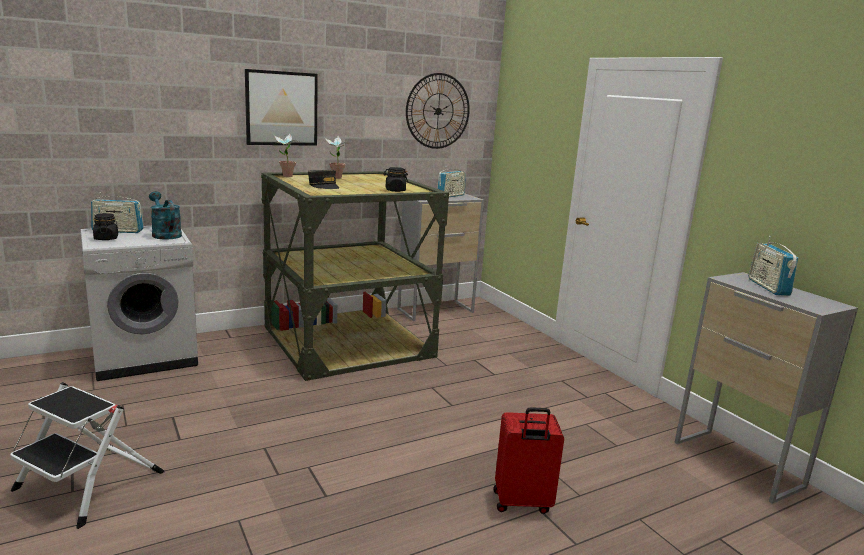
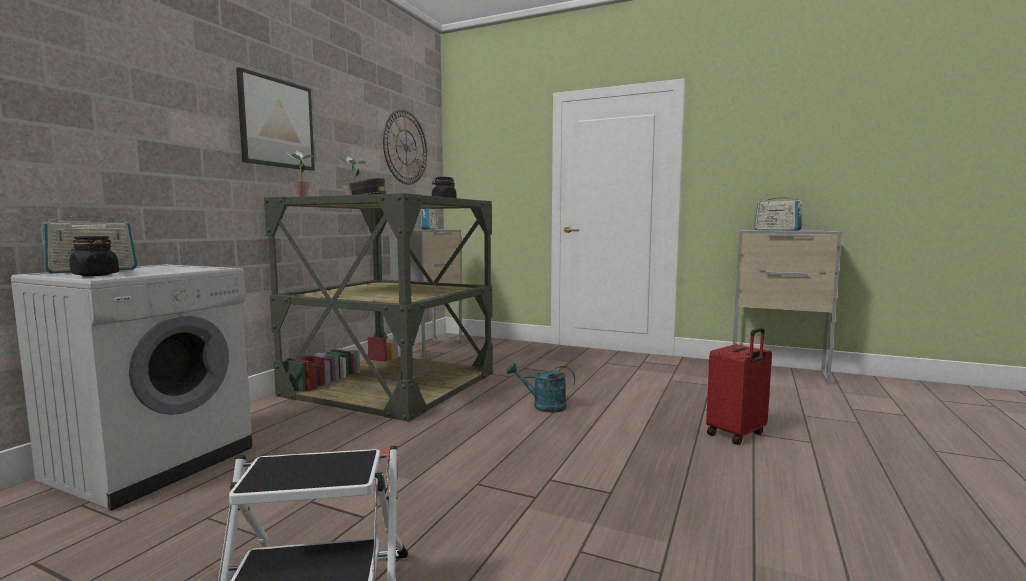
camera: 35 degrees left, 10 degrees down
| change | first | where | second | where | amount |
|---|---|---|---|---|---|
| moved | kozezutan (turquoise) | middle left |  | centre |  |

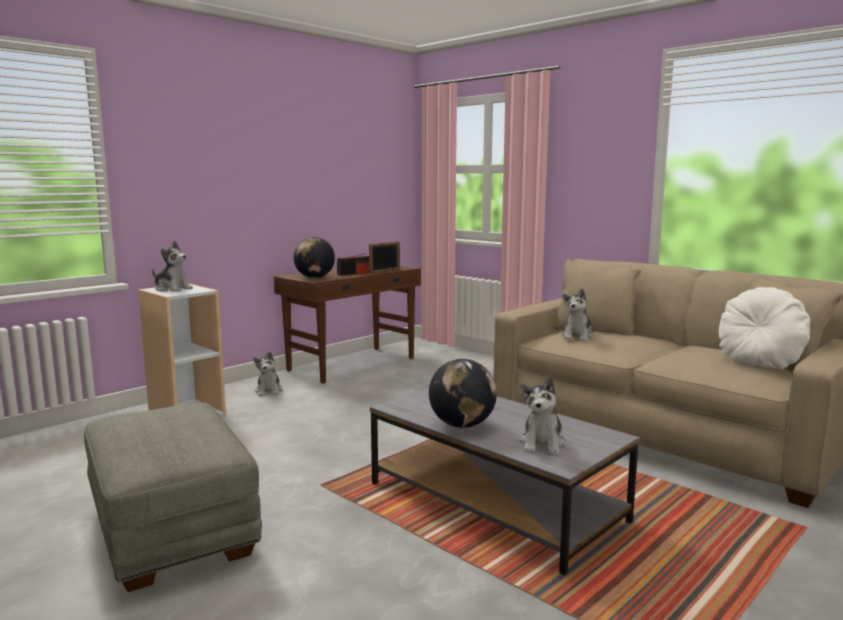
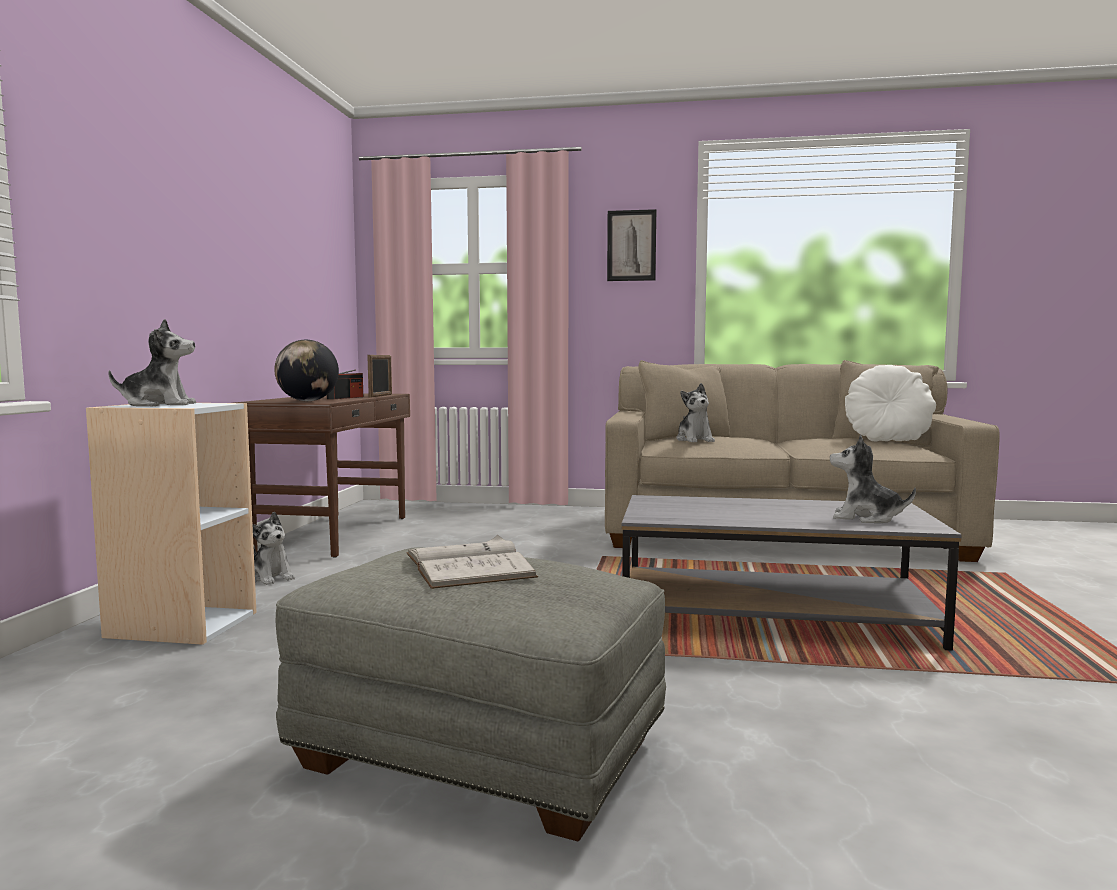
camera: 35 degrees left, 5 degrees down
| change | first | where | second | where | amount |
|---|---|---|---|---|---|
| removed | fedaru (2nd from left) | centre |  |  |  |
| added |  |  | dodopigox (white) | centre |  |
| added |  |  | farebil | top centre |  |
| turned | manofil (3rd from left in the first image) | bottom centre | manofil (4th from left) | middle right | 135 degrees clockwise |

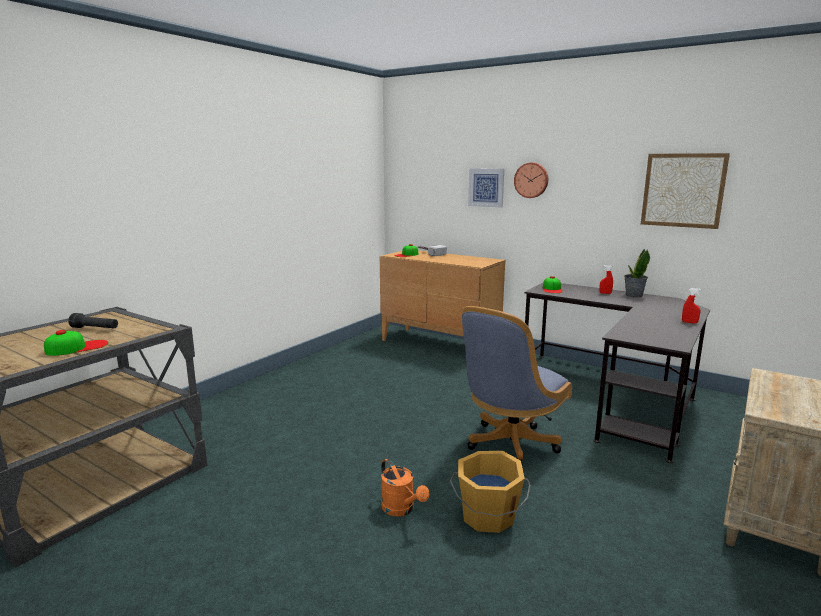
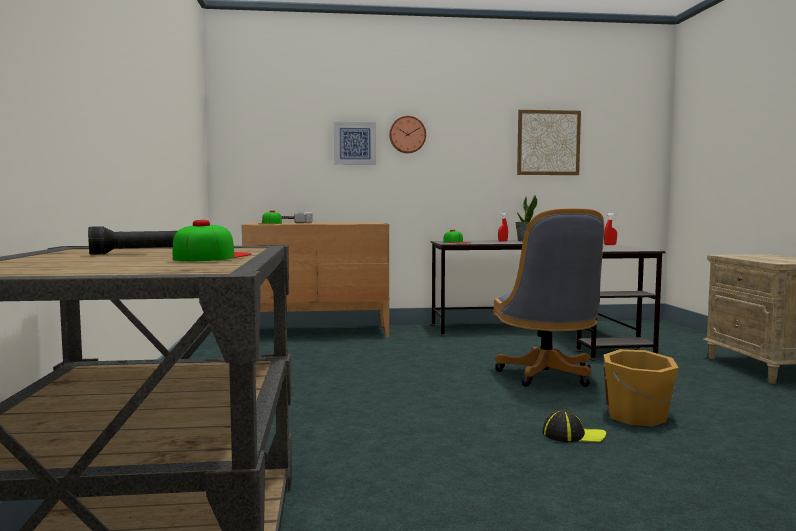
camera: 40 degrees left, 10 degrees down
| change | first | where | second | where | amount |
|---|---|---|---|---|---|
| replaced | kozezutan (orange) | bottom centre | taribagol (4th from left) | bottom right |  |

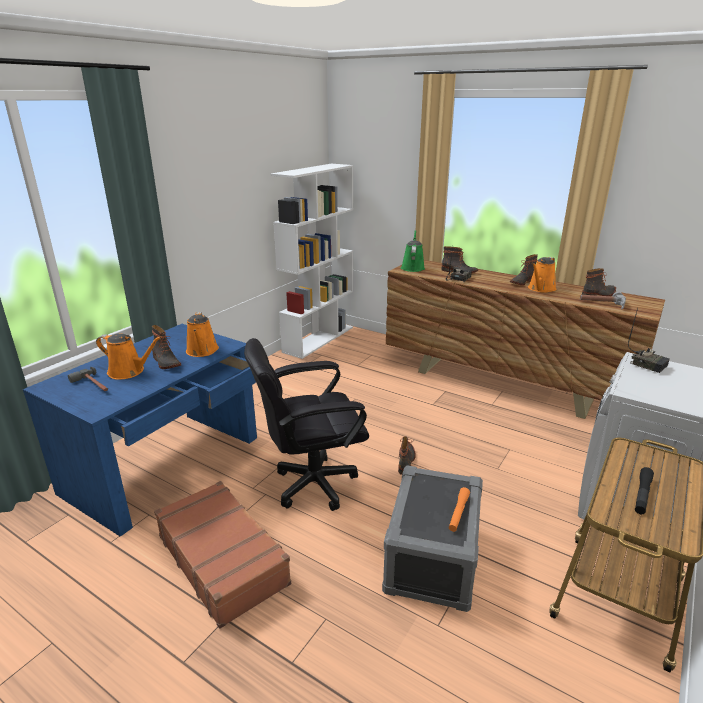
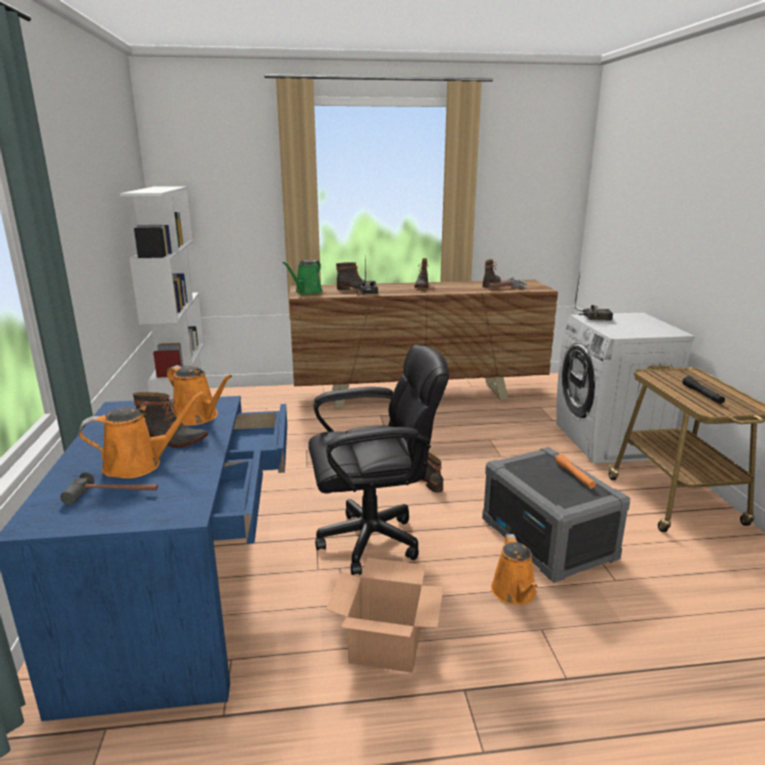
camera: 40 degrees left, 5 degrees down
| change | first | where | second | where | amount |
|---|---|---|---|---|---|
| moved | kozezutan (orange) (3rd from left) | middle right |  | bottom right |  |
| replaced | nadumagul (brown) | bottom left | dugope | bottom centre |  |
| turned | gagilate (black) | centre |  | centre | 135 degrees counterclockwise |
| turned | kozezutan (green) | centre |  | centre | 120 degrees counterclockwise |

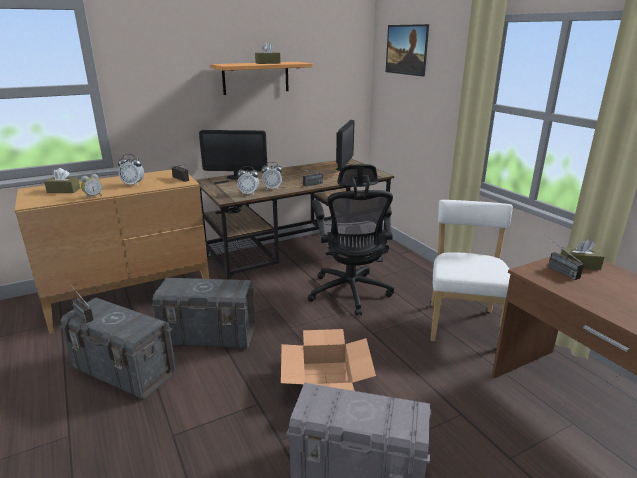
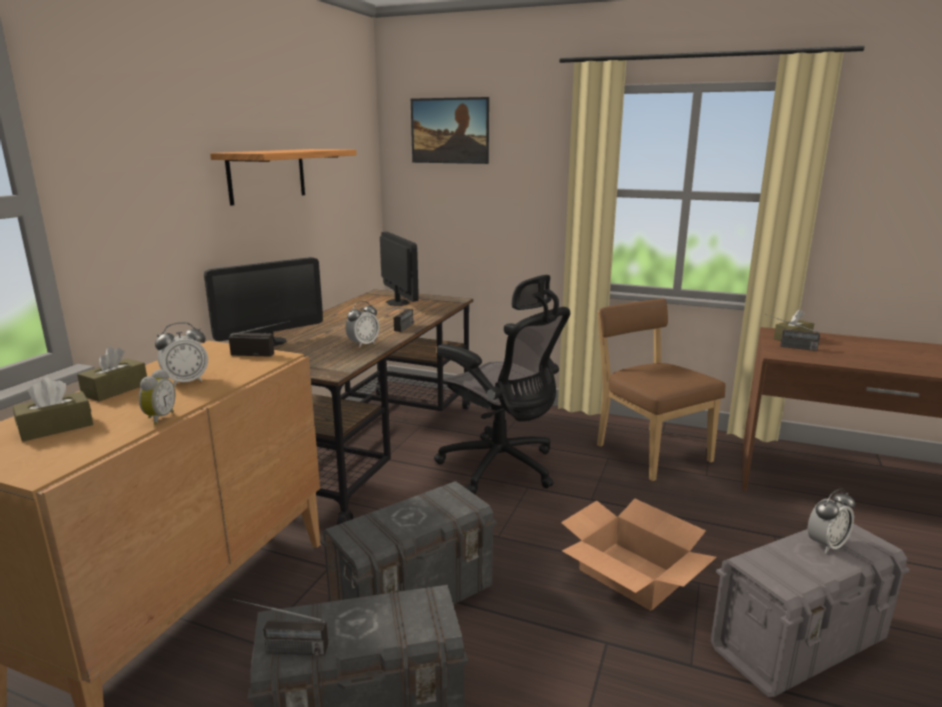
camera: 40 degrees left, 5 degrees down
| change | first | where | second | where | amount |
|---|---|---|---|---|---|
| moved | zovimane (3rd from left in the first image) | centre | zovimane (4th from left) | bottom right |  |
| moved | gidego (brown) (2nd from left) | top centre |  | middle left |  |
| recoloured | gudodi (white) | middle right | gudodi (brown) | middle right |  |

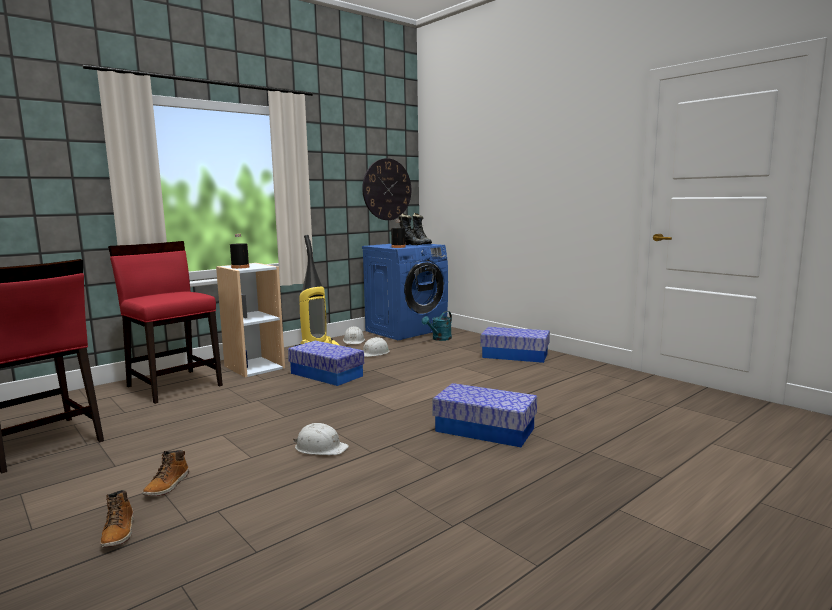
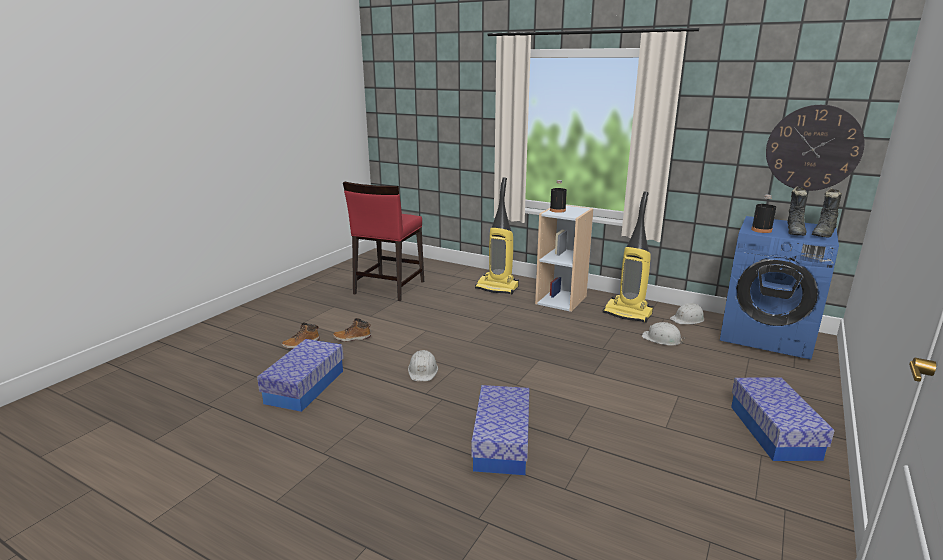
camera: 70 degrees right, 10 degrees up
| change | first | where | second | where | amount |
|---|---|---|---|---|---|
| removed | kozezutan (turquoise) | centre |  |  |  |
| moved | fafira (1st from left) | centre |  | bottom left |  |
| replaced | gudodi (red) (2nd from left) | middle left | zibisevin (1st from left) | centre |  |

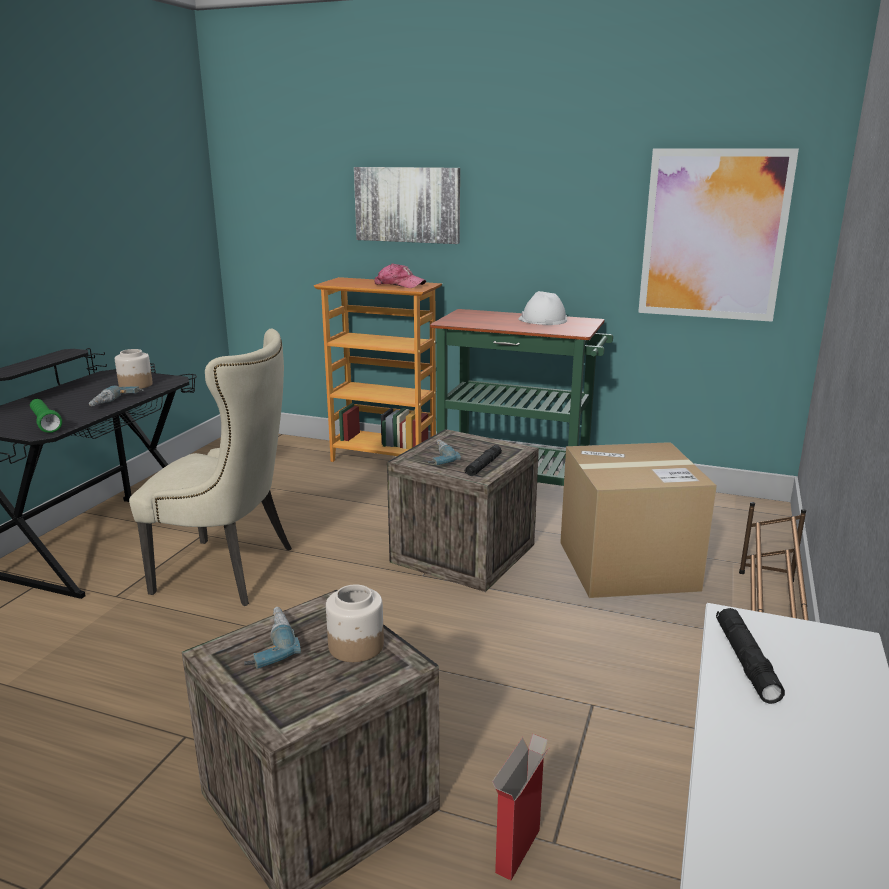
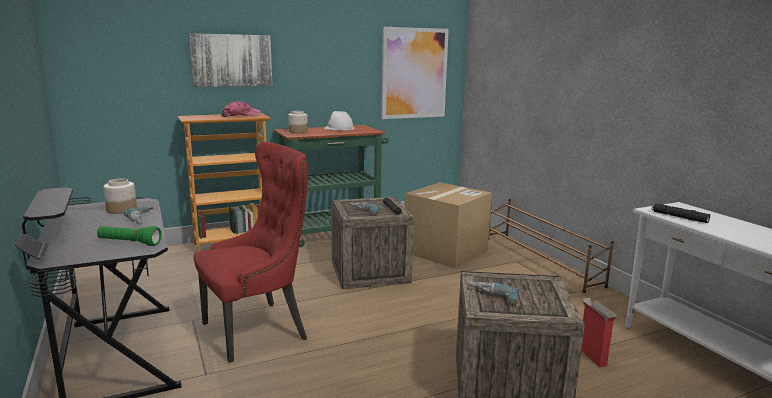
camera: 45 degrees left, 5 degrees down
| change | first | where | second | where | amount |
|---|---|---|---|---|---|
| moved | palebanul (2nd from left) | bottom centre |  | top centre |  |
| recoloured | gudodi (beige) | middle left | gudodi (red) | middle left |  |

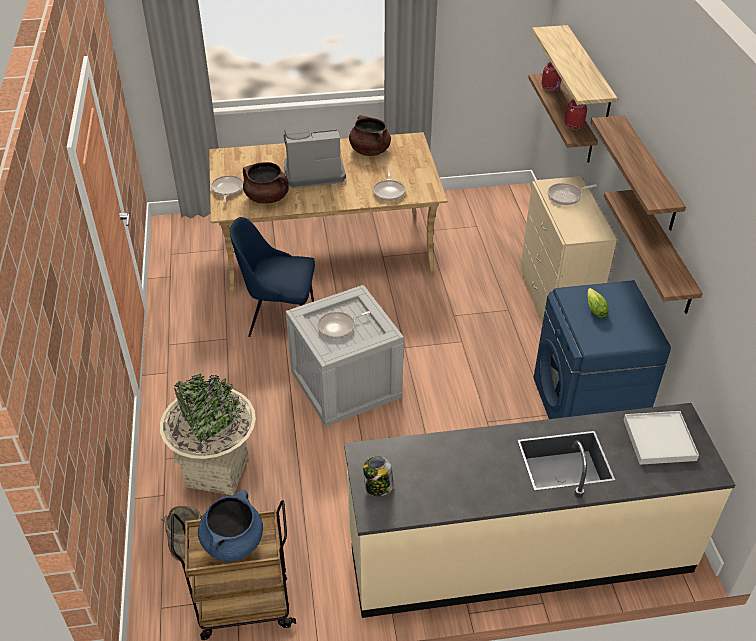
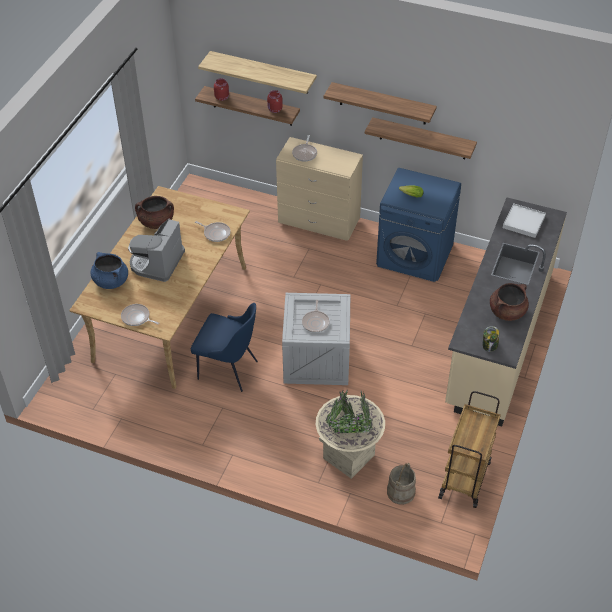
camera: 60 degrees left, 5 degrees up
| change | first | where | second | where | amount |
|---|---|---|---|---|---|
| moved | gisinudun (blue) | bottom left |  | middle left |  |
| moved | gisinudun (brown) (1st from left in the first image) | top centre | gisinudun (brown) (2nd from left) | middle right |  |
| turned | gudodi (blue) | centre |  | centre | 105 degrees counterclockwise |

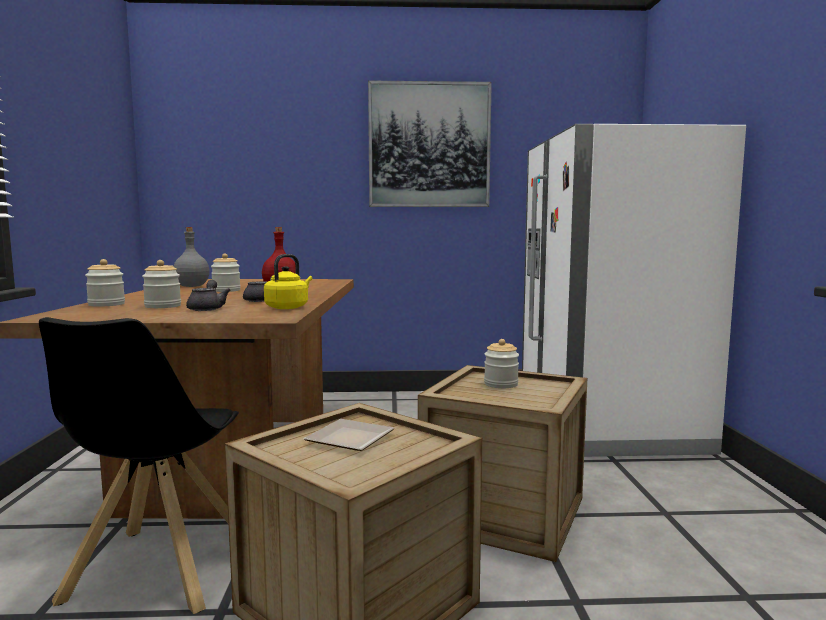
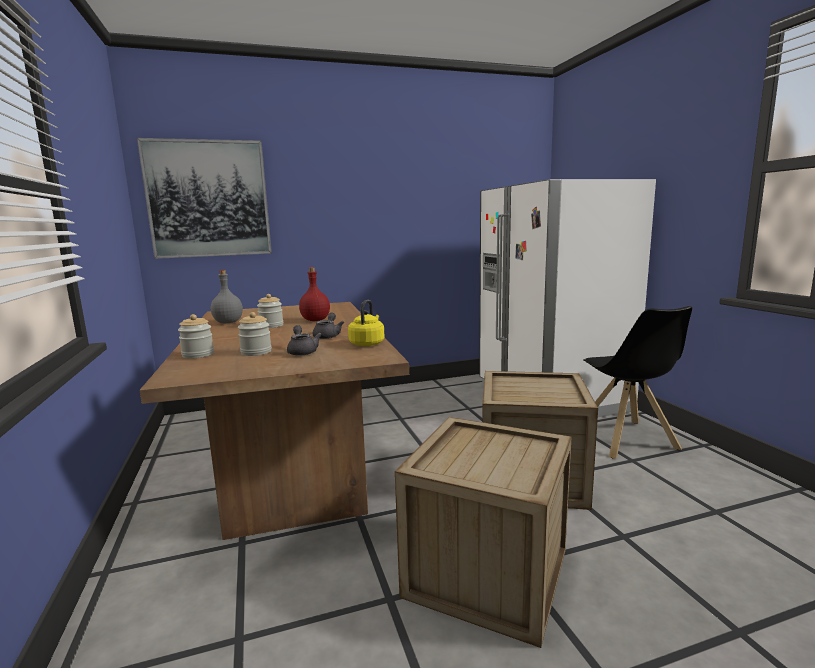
camera: 15 degrees left, 5 degrees up
| change | first | where | second | where | amount |
|---|---|---|---|---|---|
| removed | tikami | bottom centre |  |  |  |
| removed | palebanul (4th from left) | centre |  |  |  |
| moved | gudodi (black) | bottom left |  | middle right |  |
| moved | farebil | top centre |  | top left |  |

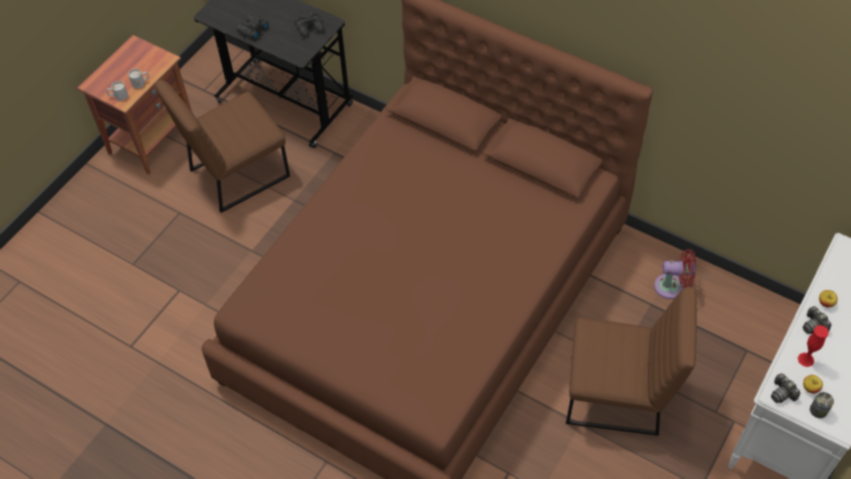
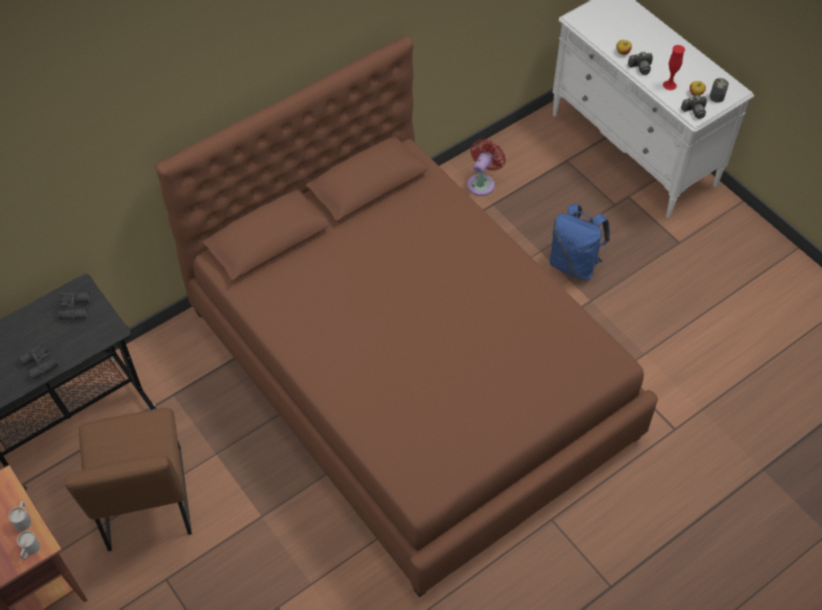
camera: 70 degrees left, 0 degrees up
| change | first | where | second | where | amount |
|---|---|---|---|---|---|
| replaced | gudodi (brown) (2nd from left) | bottom right | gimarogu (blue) | middle right |  |

